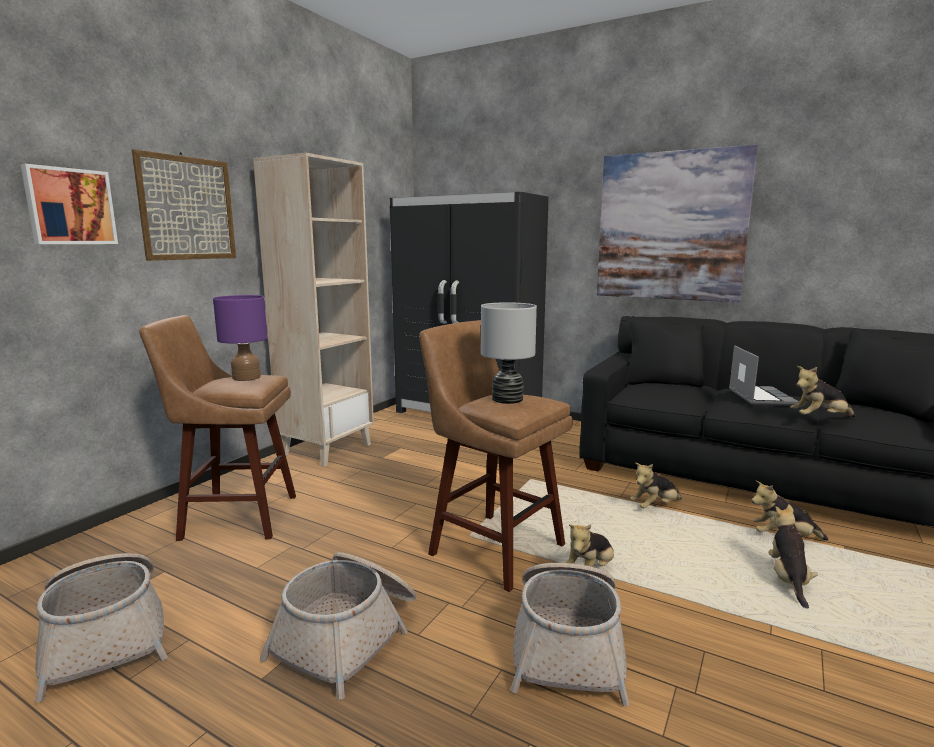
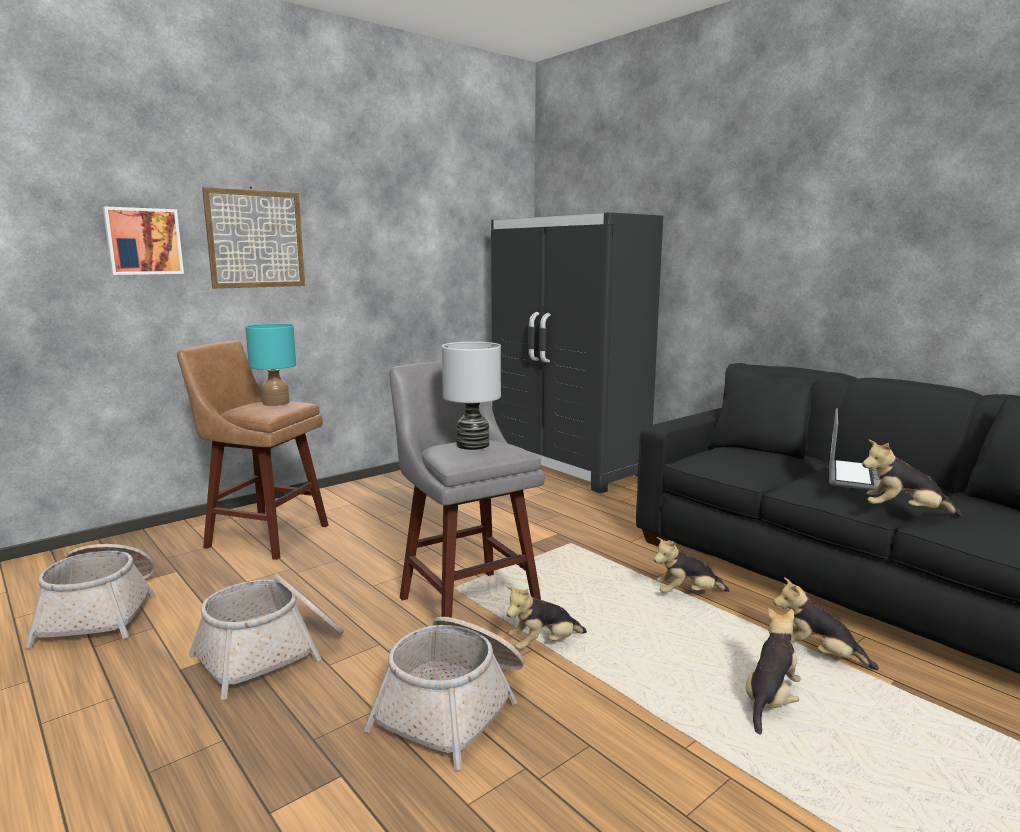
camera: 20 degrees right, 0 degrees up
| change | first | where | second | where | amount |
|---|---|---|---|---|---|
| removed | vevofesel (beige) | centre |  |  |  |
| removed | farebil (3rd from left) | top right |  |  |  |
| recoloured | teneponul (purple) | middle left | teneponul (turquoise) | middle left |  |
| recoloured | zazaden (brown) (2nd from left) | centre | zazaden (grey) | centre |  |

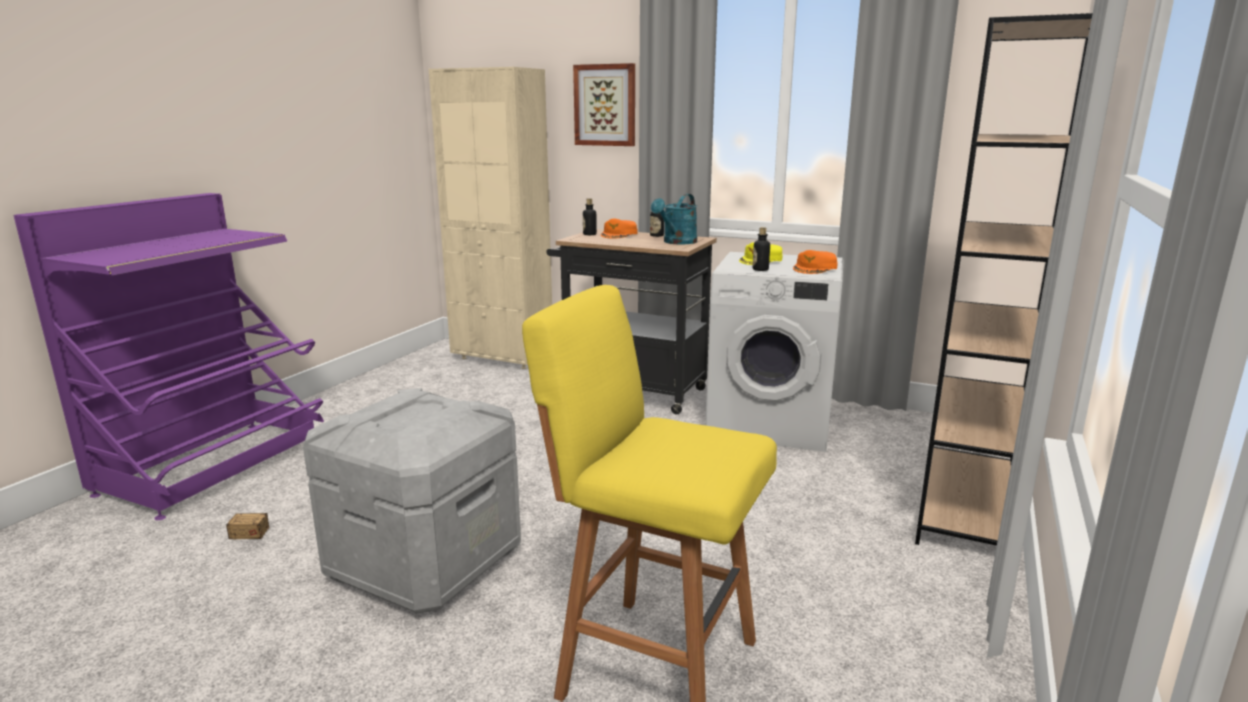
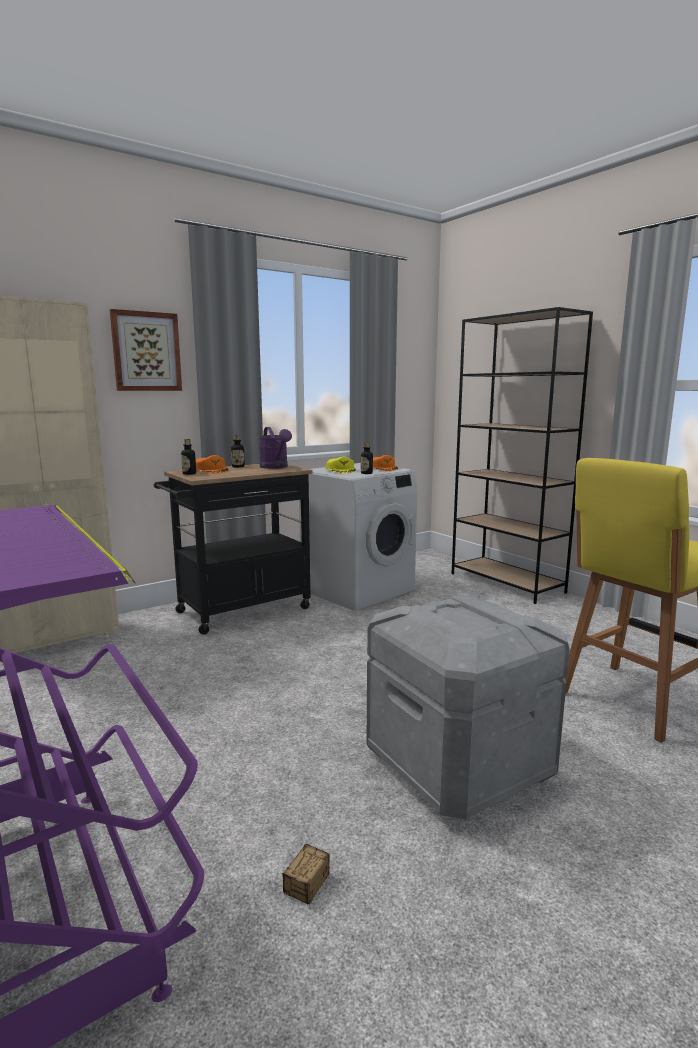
camera: 60 degrees left, 5 degrees down
| change | first | where | second | where | amount |
|---|---|---|---|---|---|
| recoloured | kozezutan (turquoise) | top centre | kozezutan (purple) | centre |  |

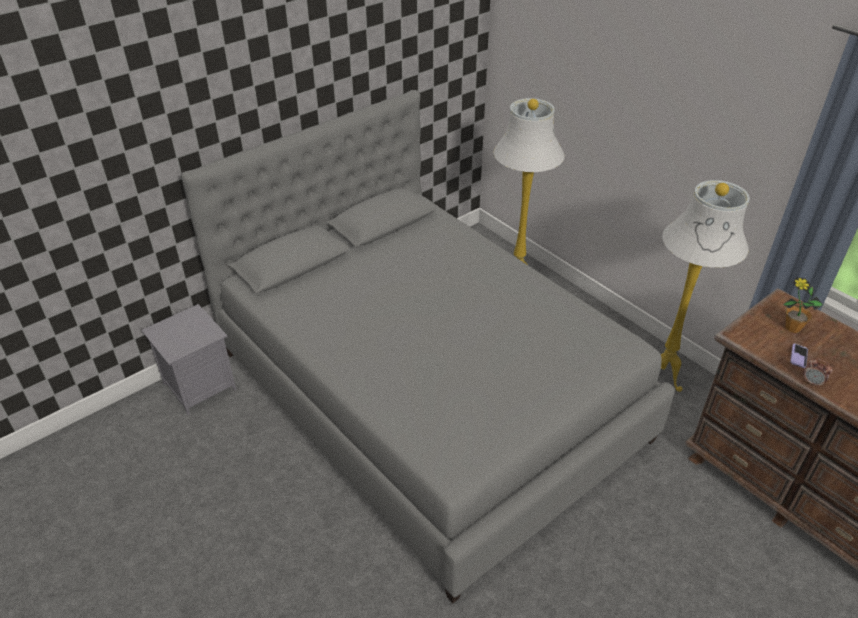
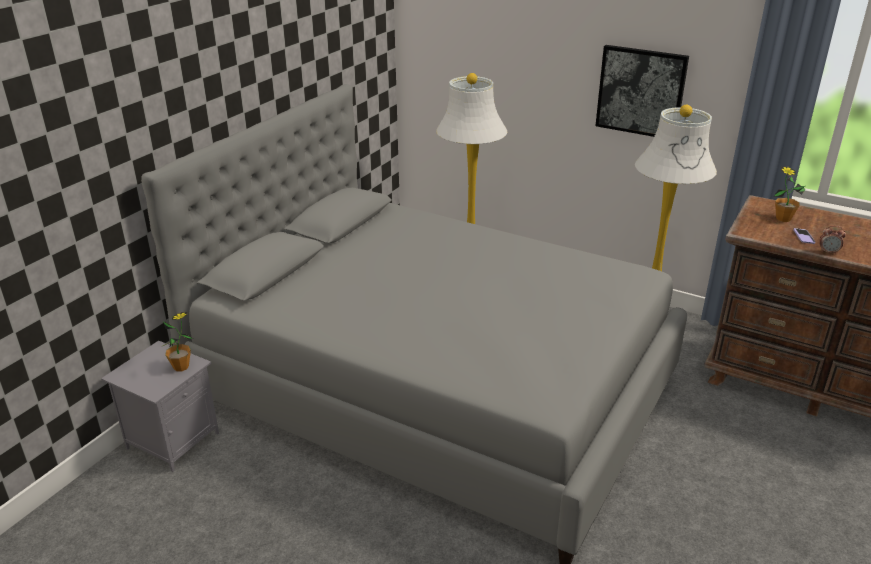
camera: 20 degrees left, 10 degrees down
| change | first | where | second | where | amount |
|---|---|---|---|---|---|
| added |  |  | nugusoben (1st from left) | middle left |  |
| added |  |  | farebil | top right |  |

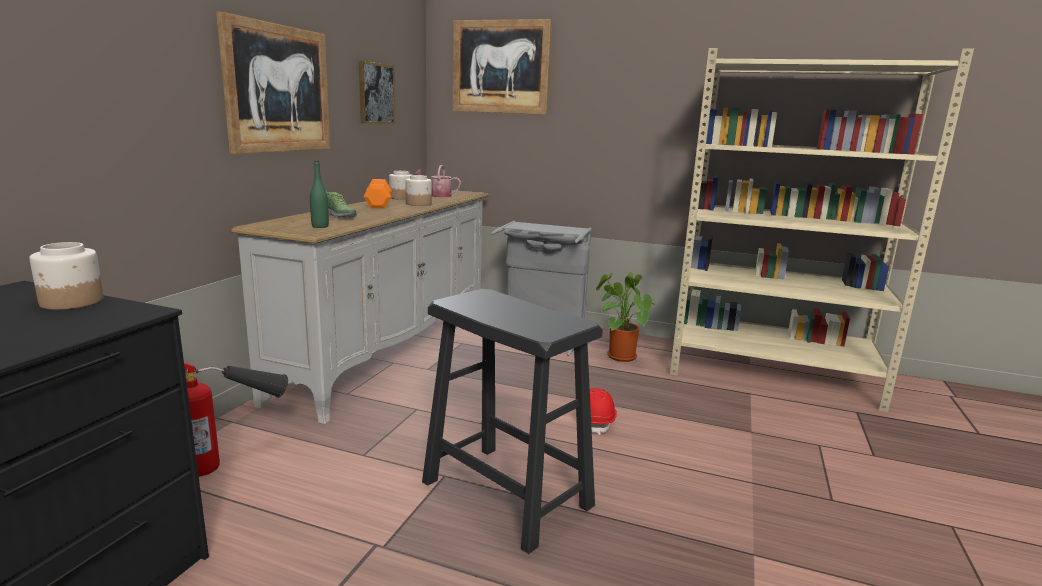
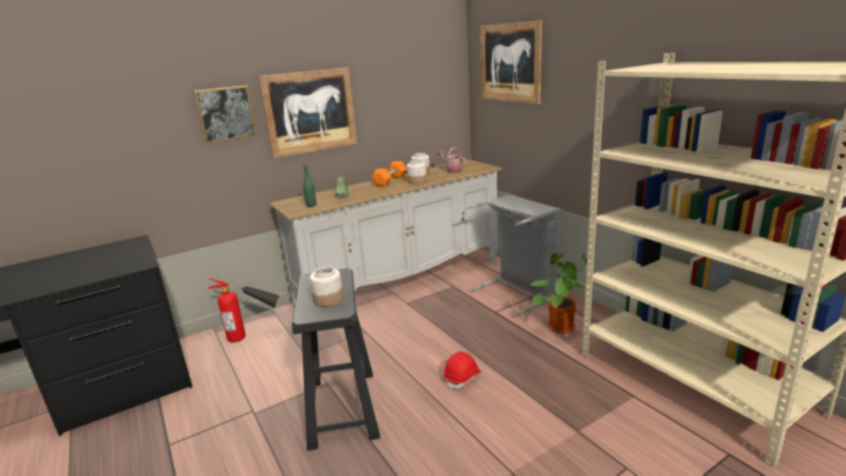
camera: 40 degrees right, 5 degrees up
| change | first | where | second | where | amount |
|---|---|---|---|---|---|
| moved | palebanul (1st from left) | middle left |  | centre |  |
| moved | farebil (2nd from left in the first image) | top centre | farebil (1st from left) | top left |  |

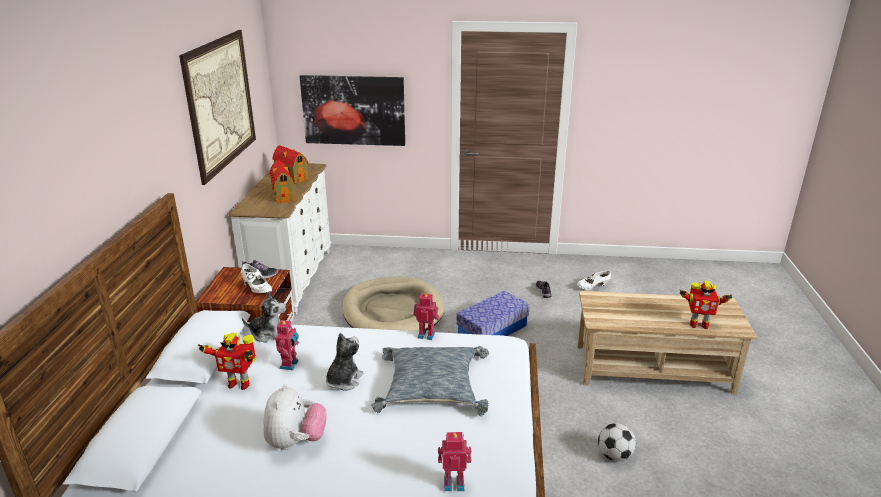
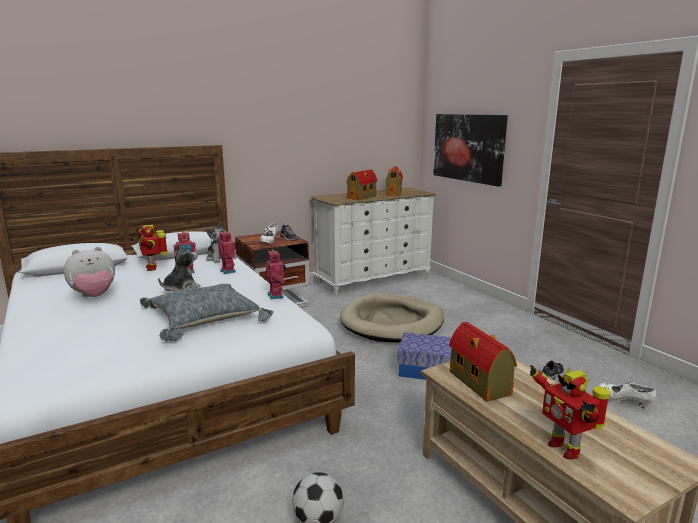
camera: 55 degrees right, 10 degrees down
| change | first | where | second | where | amount |
|---|---|---|---|---|---|
| removed | farebil (1st from left) | top left |  |  |  |
| added |  |  | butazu (3rd from left) | bottom right |  |
| moved | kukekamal (4th from left in the first image) | bottom centre | kukekamal (3rd from left) | middle left |  |
| turned | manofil (3rd from left in the first image) | bottom centre | manofil (2nd from left) | middle left | 45 degrees counterclockwise |

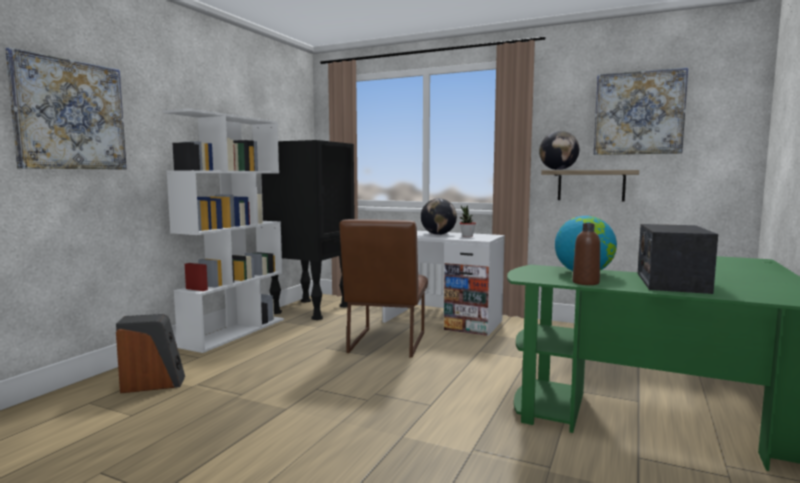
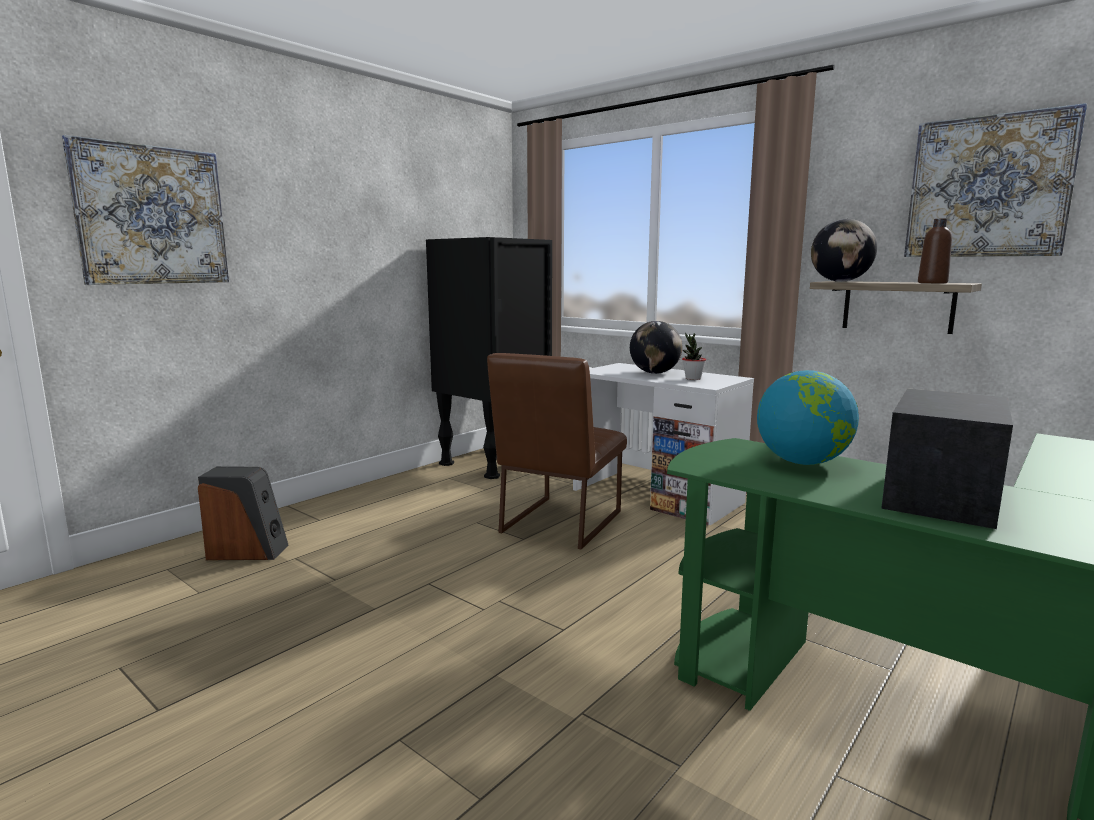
camera: 15 degrees right, 5 degrees up
| change | first | where | second | where | amount |
|---|---|---|---|---|---|
| removed | vevofesel (white) | middle left |  |  |  |
| moved | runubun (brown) | middle right |  | top right |  |

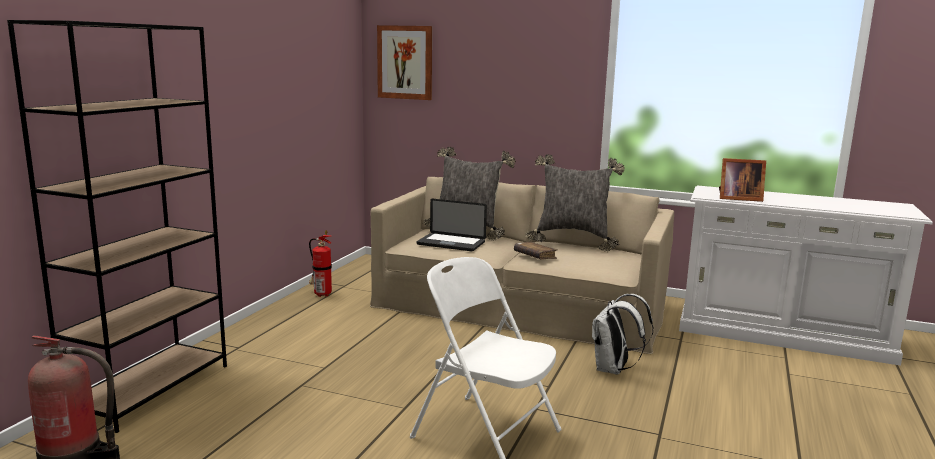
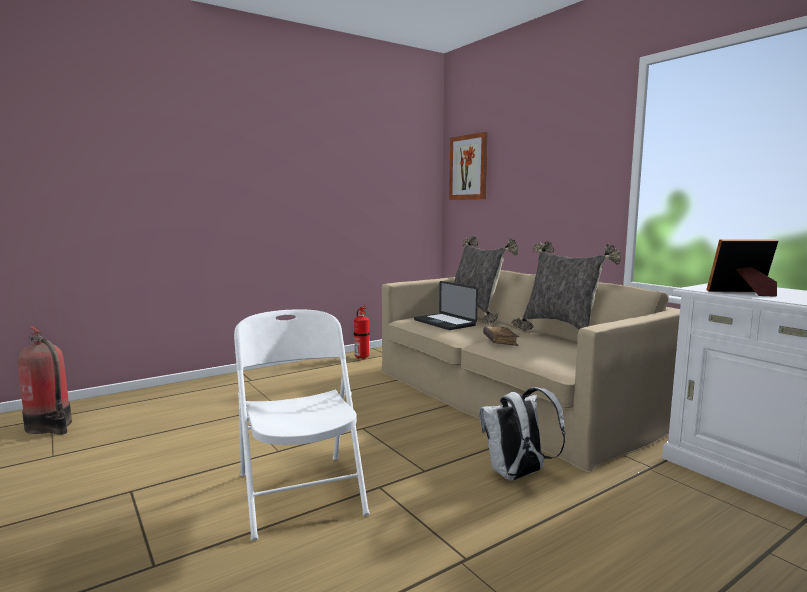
camera: 35 degrees right, 5 degrees down
| change | first | where | second | where | amount |
|---|---|---|---|---|---|
| removed | vevofesel (beige) | middle left |  |  |  |
| turned | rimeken | middle right |  | middle right | 135 degrees clockwise |

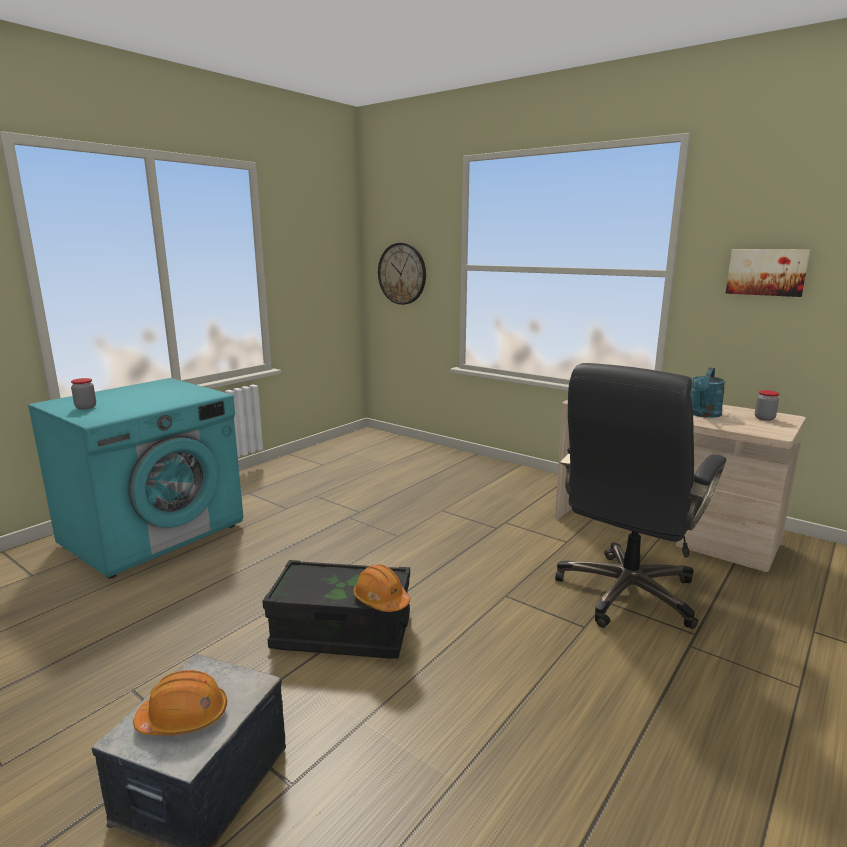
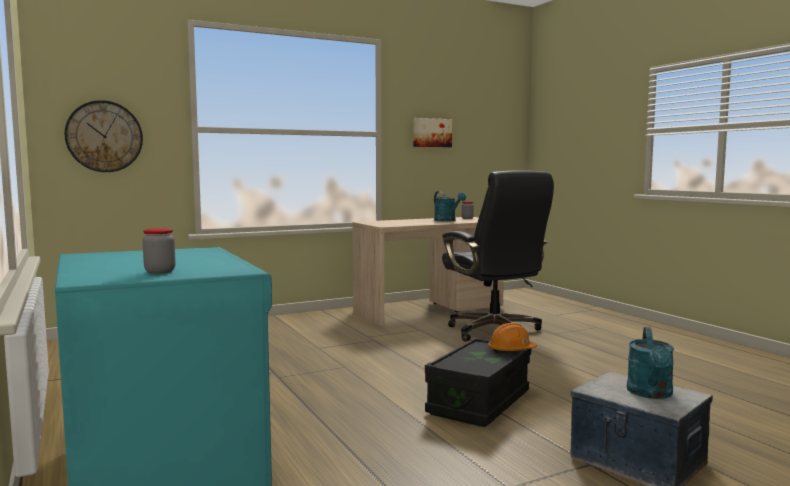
camera: 65 degrees left, 10 degrees down
| change | first | where | second | where | amount |
|---|---|---|---|---|---|
| replaced | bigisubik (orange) (1st from left) | bottom left | kozezutan (turquoise) (2nd from left) | bottom right |  |

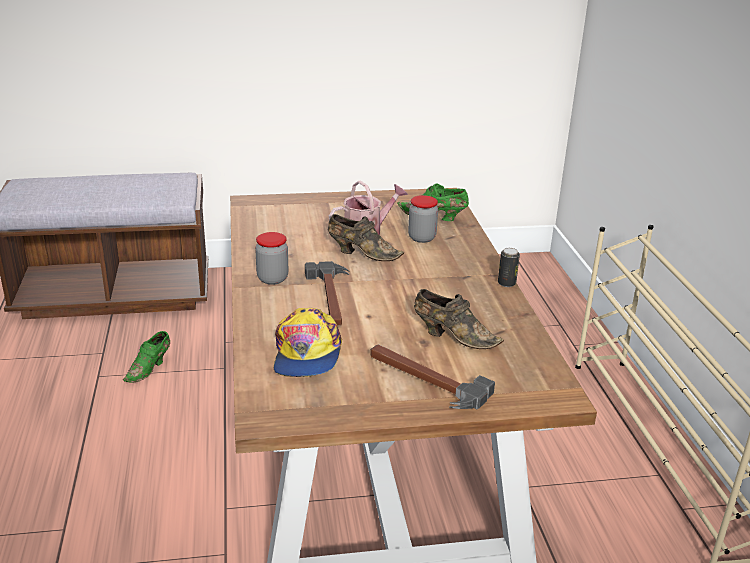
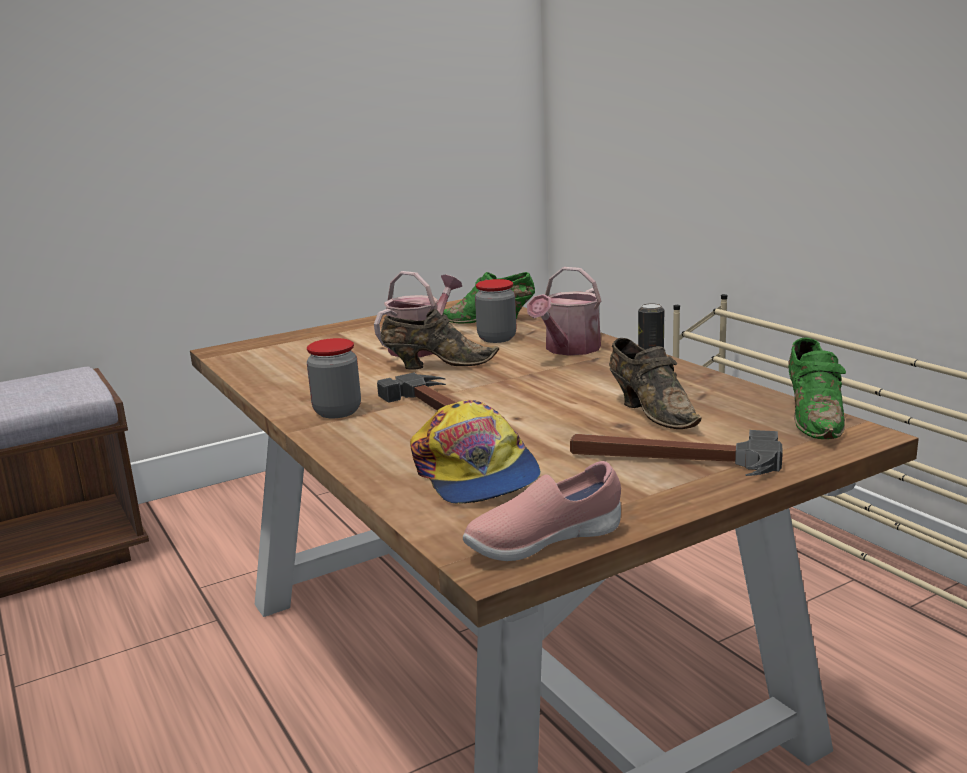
camera: 20 degrees left, 10 degrees down
| change | first | where | second | where | amount |
|---|---|---|---|---|---|
| added |  |  | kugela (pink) | centre |  |
| added |  |  | kozezutan (2nd from left) | centre |  |
| moved | kugela (green) (1st from left in the first image) | middle left | kugela (green) (2nd from left) | middle right |  |
| turned | kugela (brown) (2nd from left) | centre |  | middle right | 60 degrees clockwise |

